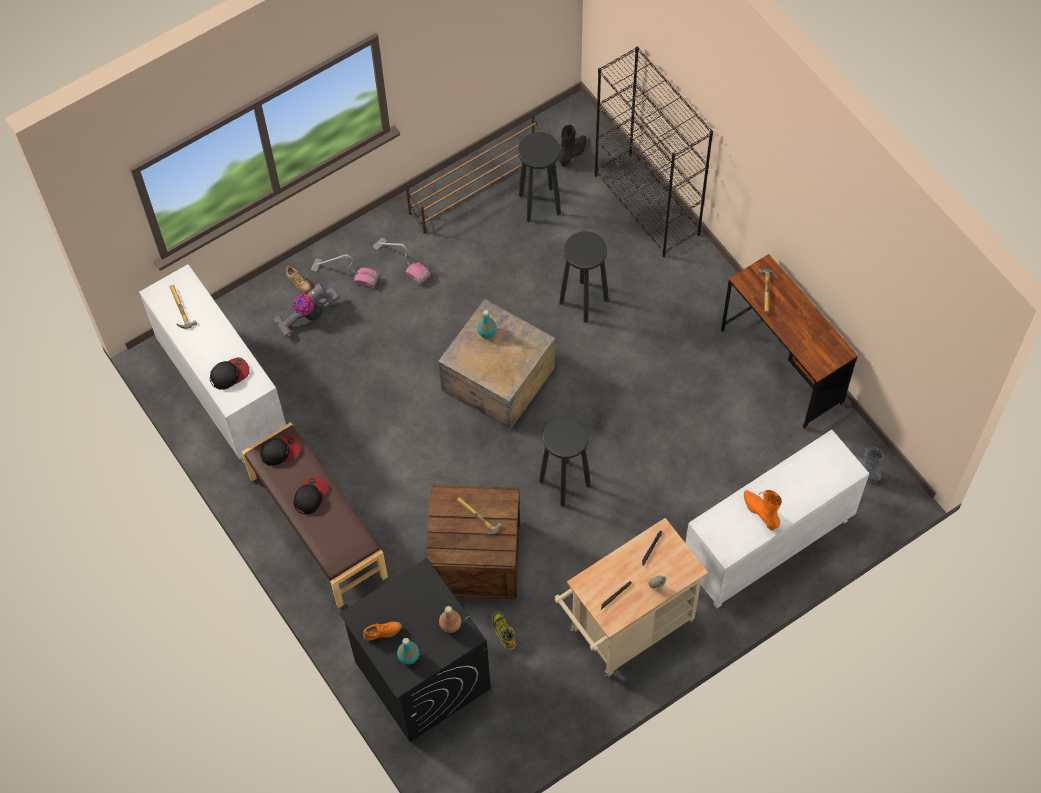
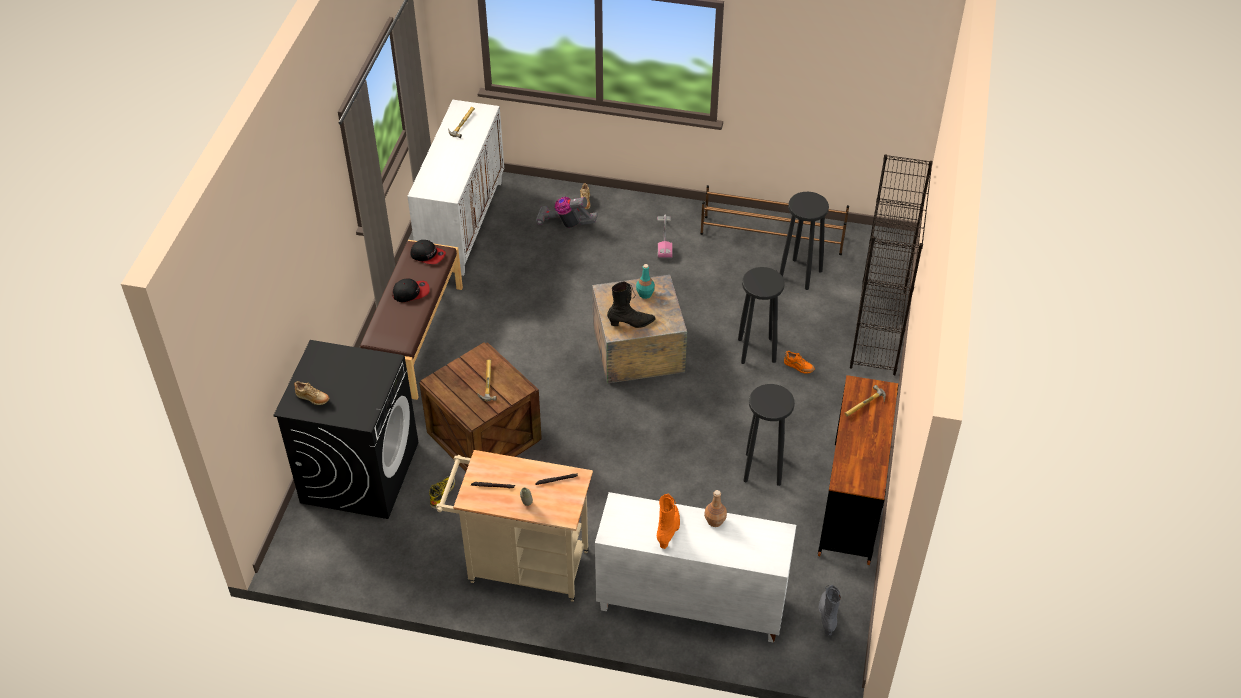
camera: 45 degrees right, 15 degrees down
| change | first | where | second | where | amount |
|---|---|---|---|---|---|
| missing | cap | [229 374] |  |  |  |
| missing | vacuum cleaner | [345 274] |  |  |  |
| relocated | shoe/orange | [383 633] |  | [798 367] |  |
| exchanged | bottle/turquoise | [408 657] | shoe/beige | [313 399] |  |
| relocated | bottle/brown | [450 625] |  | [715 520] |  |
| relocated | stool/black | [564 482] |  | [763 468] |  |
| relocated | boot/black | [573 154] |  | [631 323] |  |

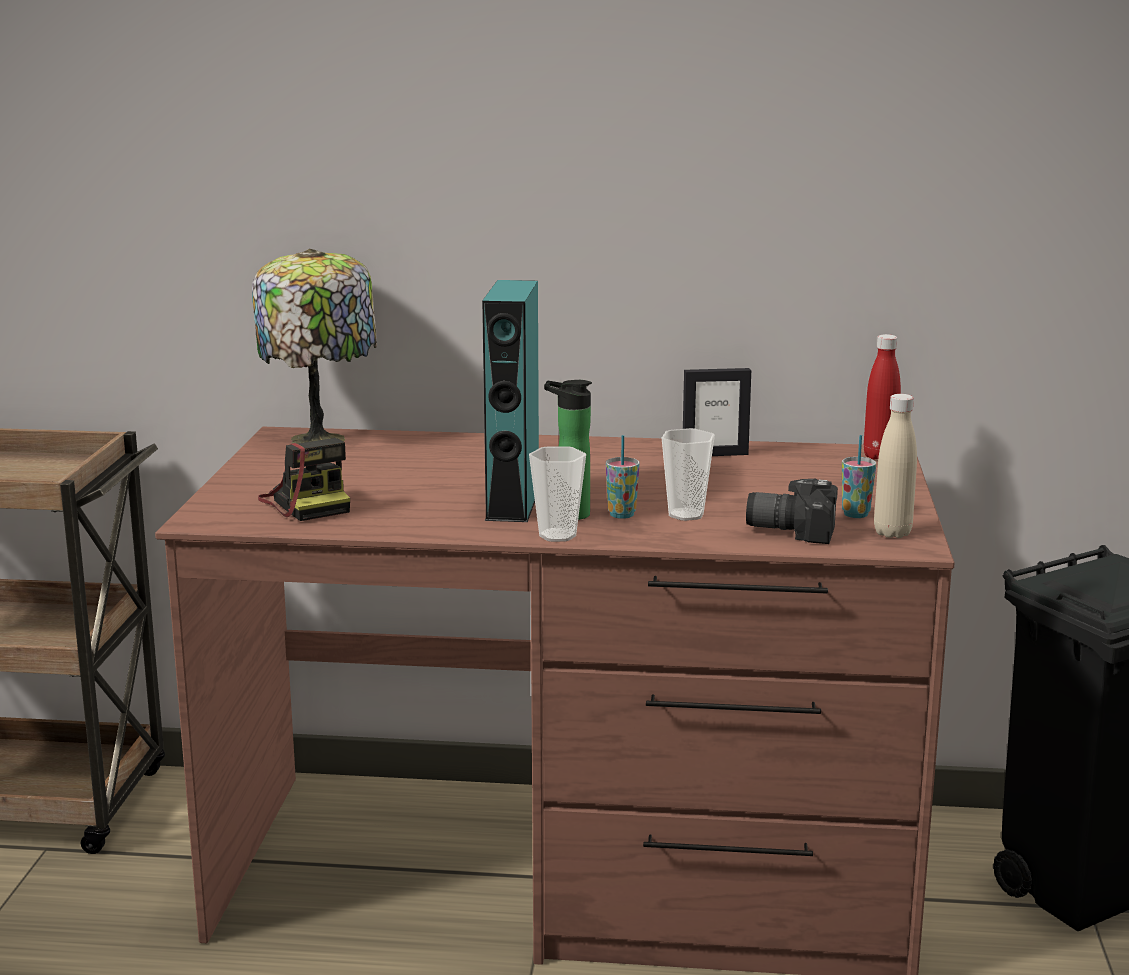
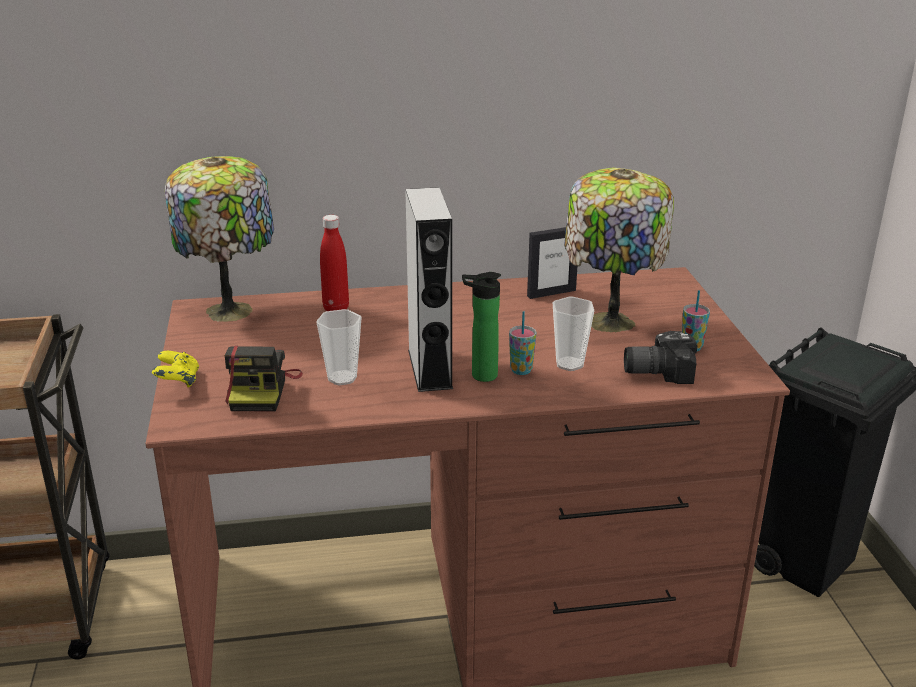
camera: 15 degrees left, 10 degrees up
| change | first | where | second | where | amount |
|---|---|---|---|---|---|
| spun | photo camera | [308 504] |  | [262 390] | 45 degrees clockwise |
| colour | speaker/turquoise | [513 504] | speaker/grey | [429 368] |  |
| relocated | cup | [557 535] |  | [342 378] |  |
| relocated | bottle/red | [879 456] |  | [336 309] |  |
| missing | bottle/beige | [892 533] |  |  |  |
| appeared |  |  | game controller/yellow | [178 383] |  |
| appeared |  |  | table lamp | [608 323] |  |

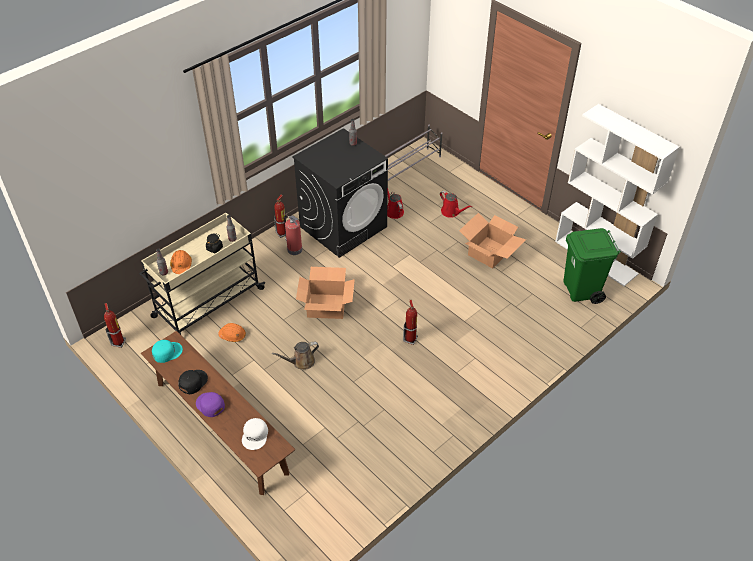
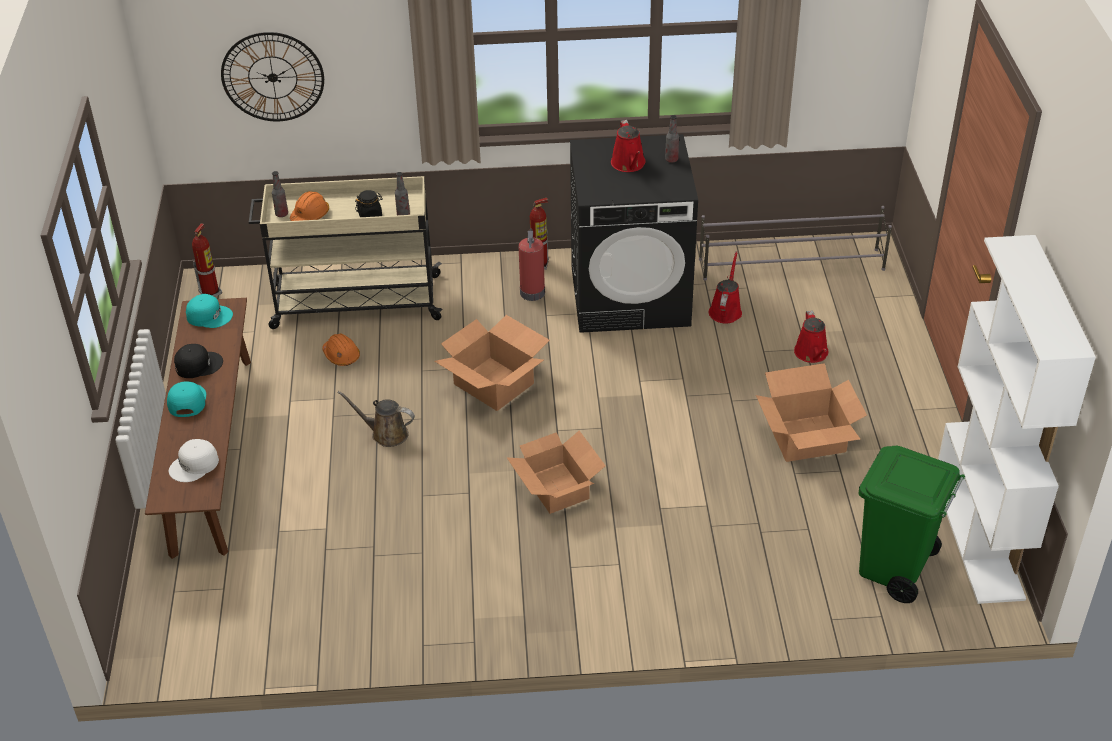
camera: 40 degrees right, 5 degrees down
| change | first | where | second | where | amount |
|---|---|---|---|---|---|
| colour | cap/purple | [210 405] | cap/turquoise | [186 401] |  |
| exchanged | fire extinguisher | [410 339] | cardboard box | [557 487] |  |
| appeared |  |  | wall clock | [272 77] |  |
| appeared |  |  | watering can/red | [629 164] |  |

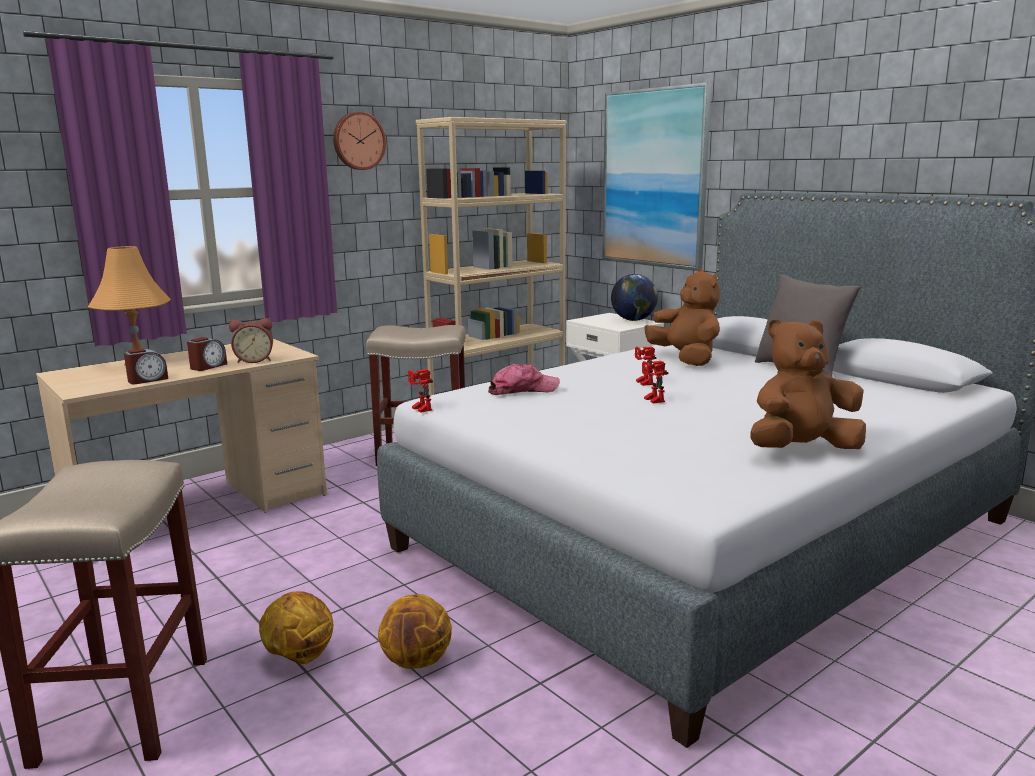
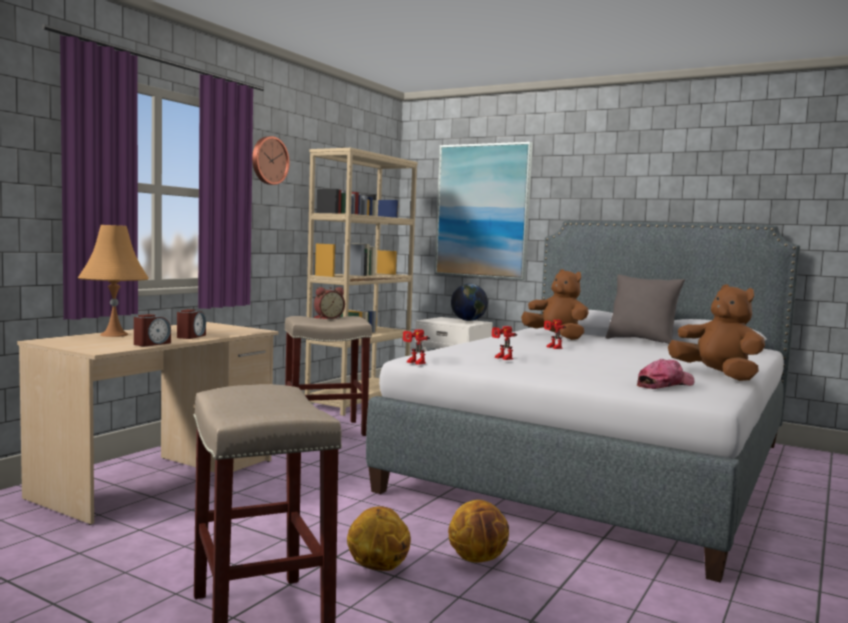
camera: 20 degrees left, 10 degrees down
| change | first | where | second | where | amount |
|---|---|---|---|---|---|
| relocated | alarm clock | [254 360] |  | [328 318] |  |
| relocated | cap | [523 390] |  | [665 384] |  |
| relocated | toy robot | [651 400] |  | [501 358] |  |
| spun | plush toy/brown | [801 450] |  | [717 375] | 90 degrees clockwise |

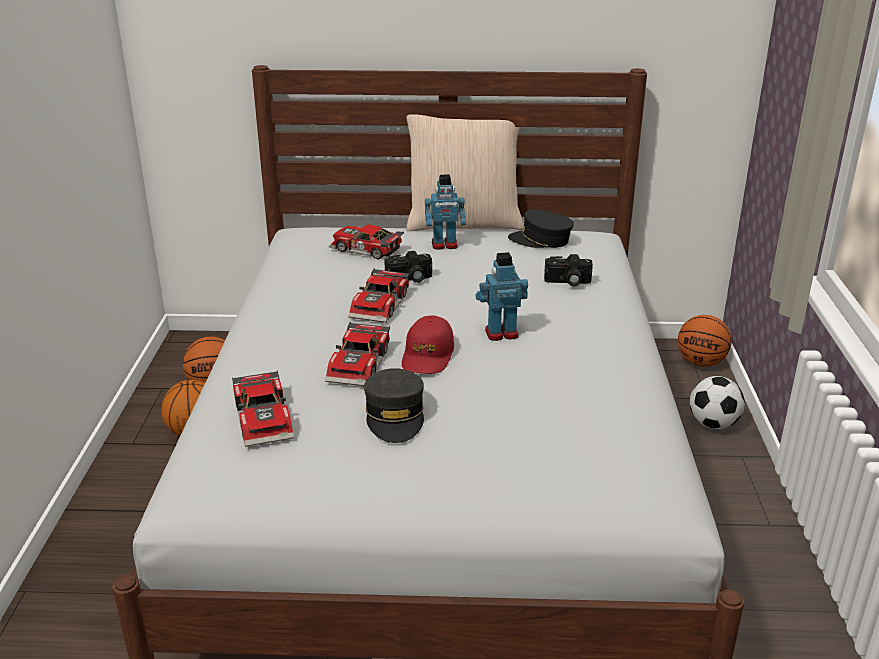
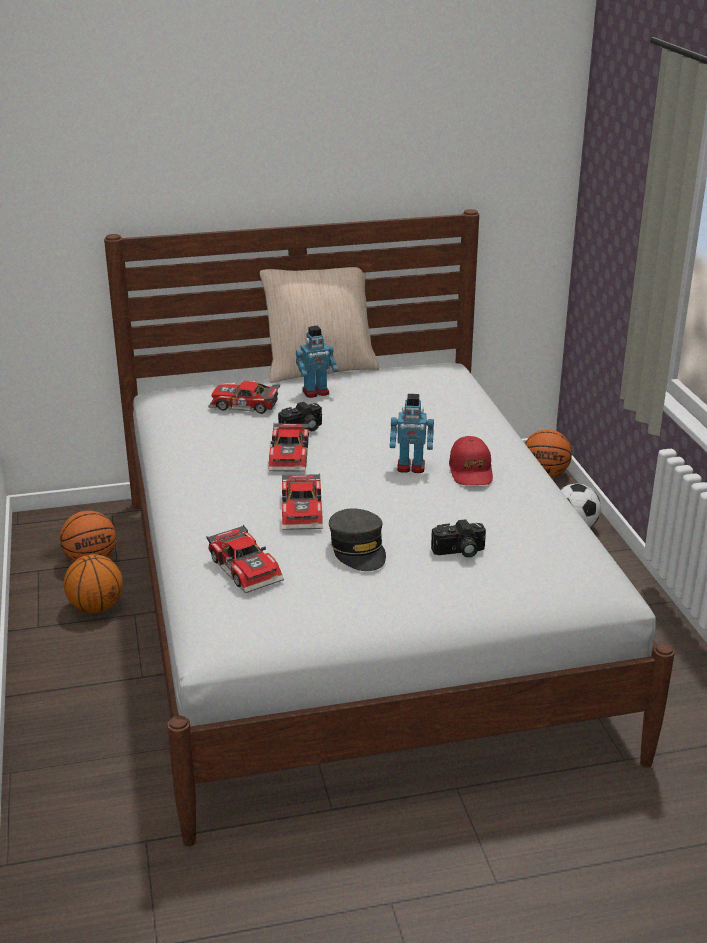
camera: 15 degrees left, 0 degrees up
| change | first | where | second | where | amount |
|---|---|---|---|---|---|
| relocated | cap/red | [428 355] |  | [471 471] |  |
| spun | toy robot | [501 333] |  | [411 467] | 150 degrees counterclockwise |
| missing | cap/black | [541 240] |  |  |  |
| relocated | photo camera | [567 282] |  | [459 552] |  |

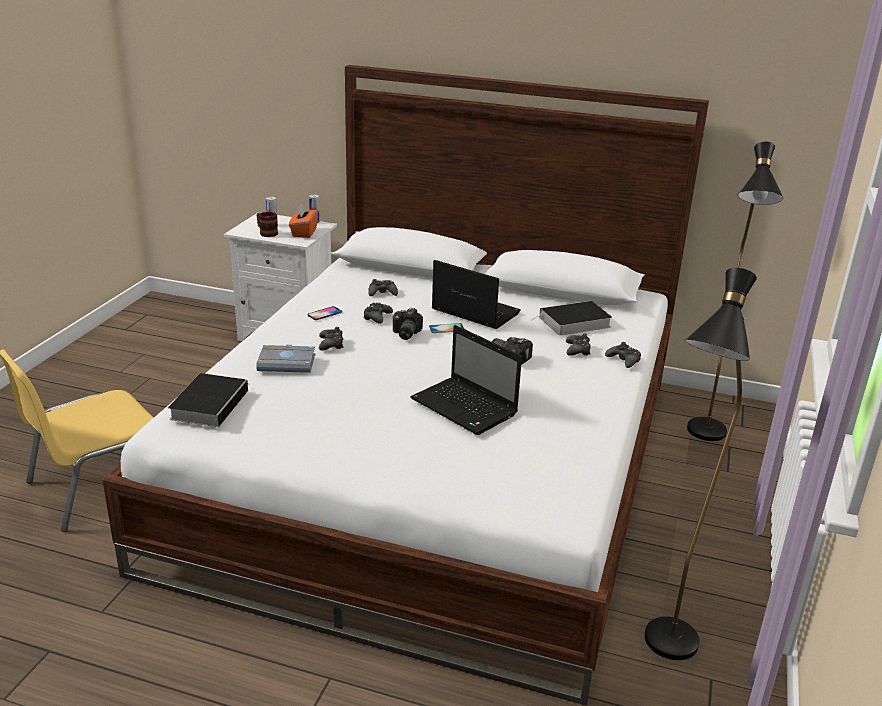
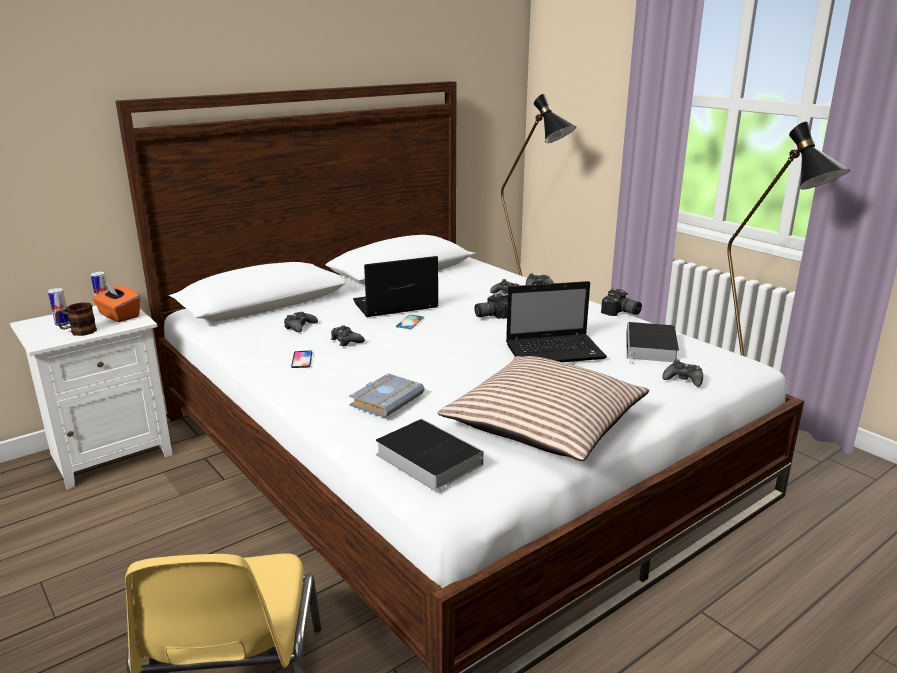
camera: 55 degrees left, 5 degrees down
| change | first | where | second | where | amount |
|---|---|---|---|---|---|
| relocated | game controller/black | [331 344] |  | [683 379] |  |
| relocated | photo camera | [404 333] |  | [620 313] |  |
| relocated | book | [573 323] |  | [651 348] |  |
| appeared |  |  | pillow | [544 424] |  |

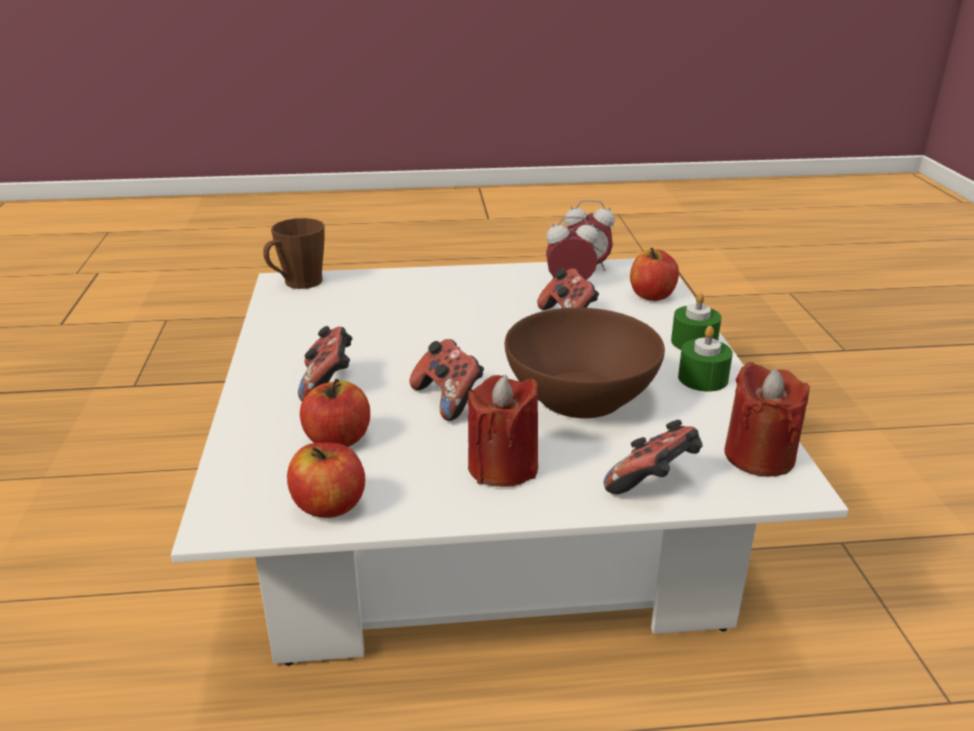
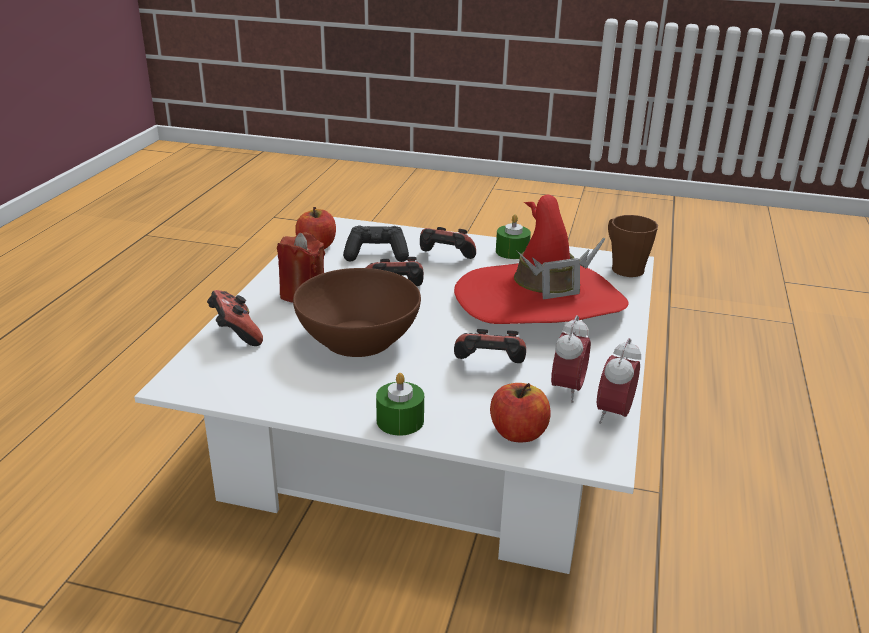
camera: 110 degrees right, 0 degrees up
| change | first | where | second | where | amount |
|---|---|---|---|---|---|
| exchanged | apple | [338 439] | game controller/black | [376 255] |  |
| relocated | candle/green | [703 378] |  | [512 251] |  |
| missing | candle/red | [759 456] |  |  |  |
| appeared |  |  | hat/red | [539 302] |  |

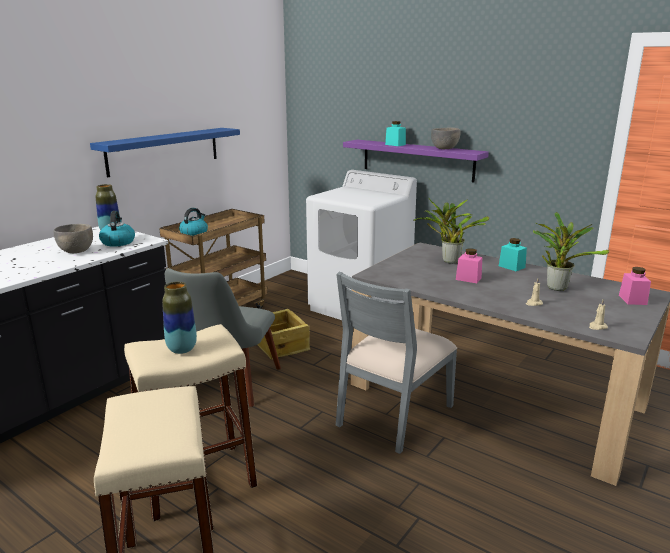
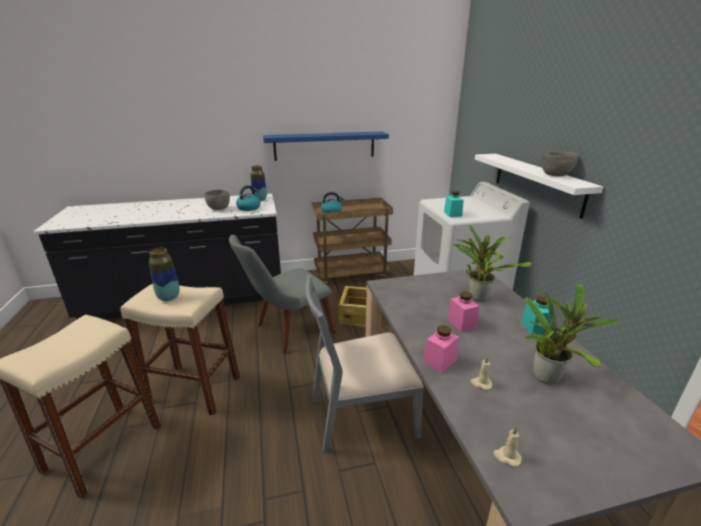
camera: 40 degrees right, 5 degrees up
| change | first | where | second | where | amount |
|---|---|---|---|---|---|
| colour | shelf/purple | [417 160] | shelf/white | [536 182] |  |
| relocated | jar/turquoise | [395 144] |  | [452 214] |  |
| relocated | jar/pink | [632 300] |  | [440 361] |  |

